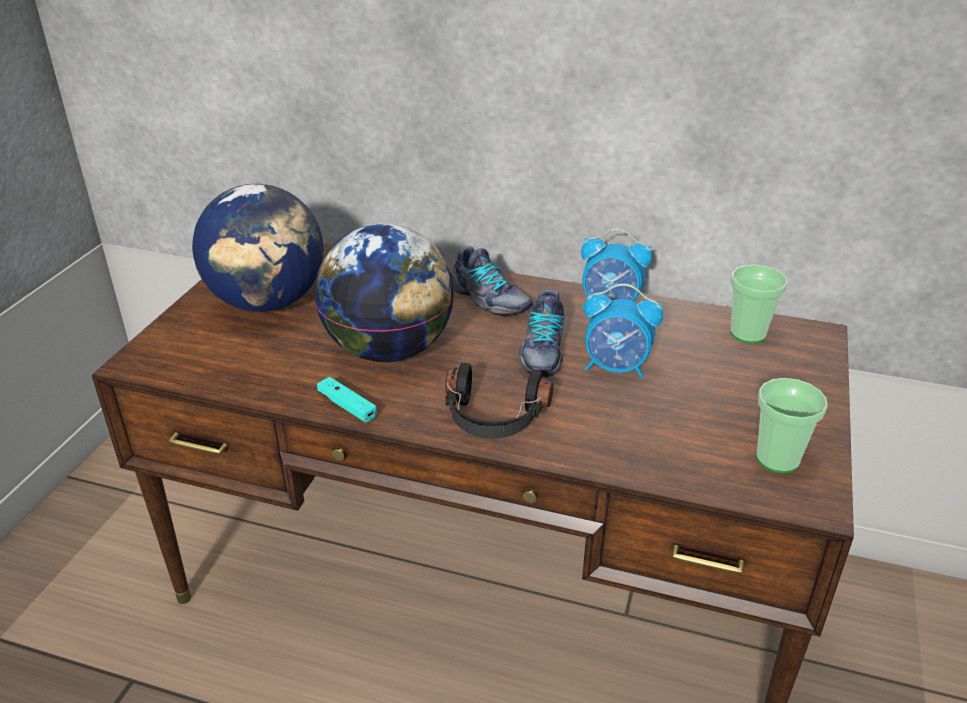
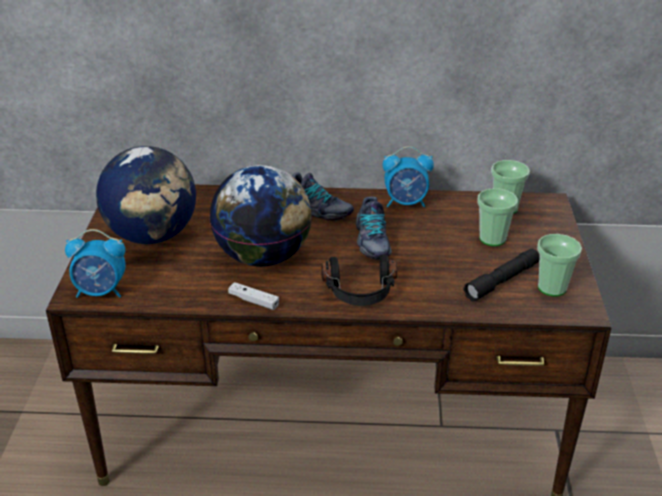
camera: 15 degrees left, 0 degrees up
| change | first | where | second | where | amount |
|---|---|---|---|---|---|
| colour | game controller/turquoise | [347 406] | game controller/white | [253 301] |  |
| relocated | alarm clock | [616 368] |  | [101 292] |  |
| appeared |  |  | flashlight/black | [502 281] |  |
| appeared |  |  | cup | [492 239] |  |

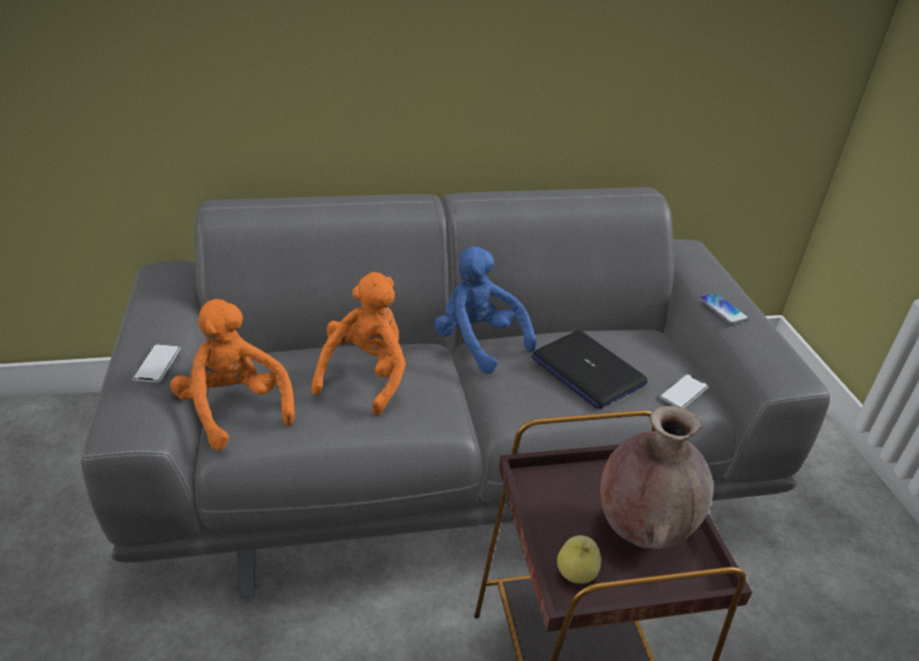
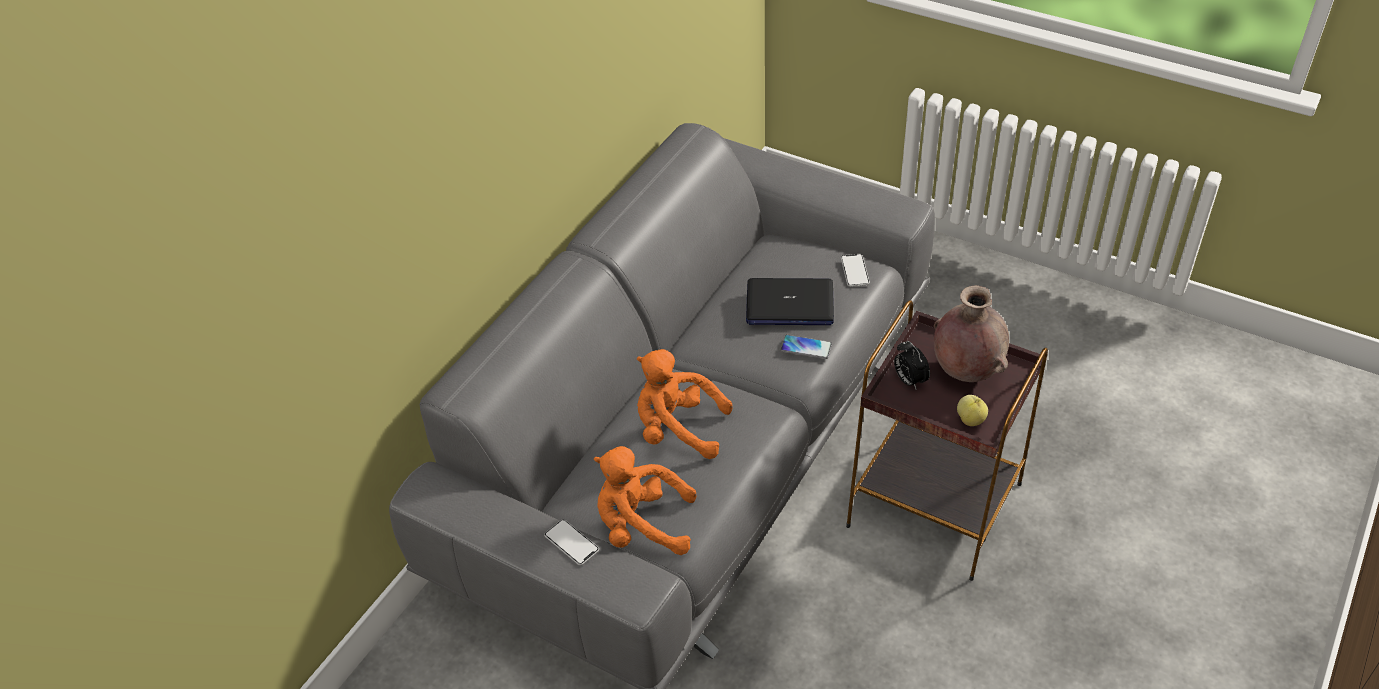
camera: 45 degrees left, 10 degrees up
| change | first | where | second | where | amount |
|---|---|---|---|---|---|
| spun | plush toy/orange | [366 375] |  | [677 429] | 45 degrees counterclockwise |
| missing | plush toy/blue | [478 343] |  |  |  |
| relocated | phone | [723 309] |  | [806 347] |  |
| appeared |  |  | alarm clock | [909 380] |  |

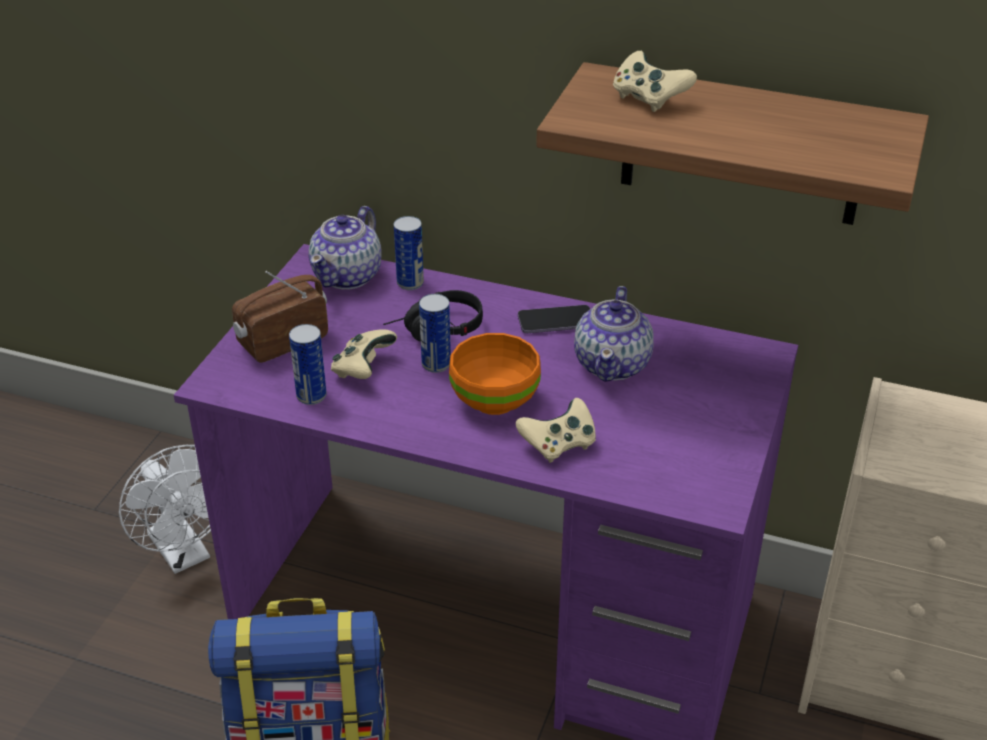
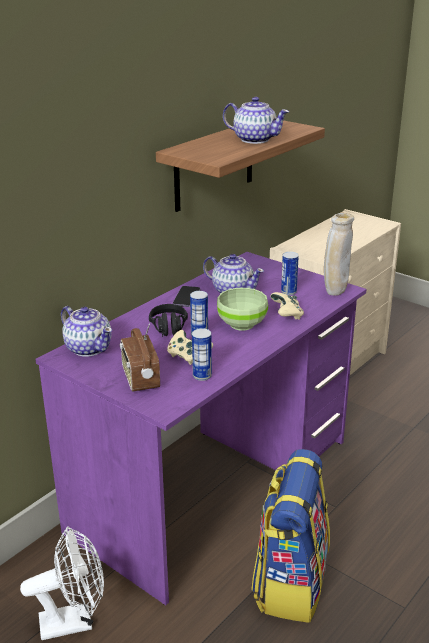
camera: 70 degrees left, 10 degrees down
| change | first | where | second | where | amount |
|---|---|---|---|---|---|
| relocated | can | [410 283] |  | [288 292] |  |
| colour | bowl/orange | [495 399] | bowl/green | [241 324] |  |
| missing | game controller/beige | [649 98] |  |  |  |
| appeared |  |  | teapot | [254 139] |  |
| appeared |  |  | vase/beige | [335 292] |  |

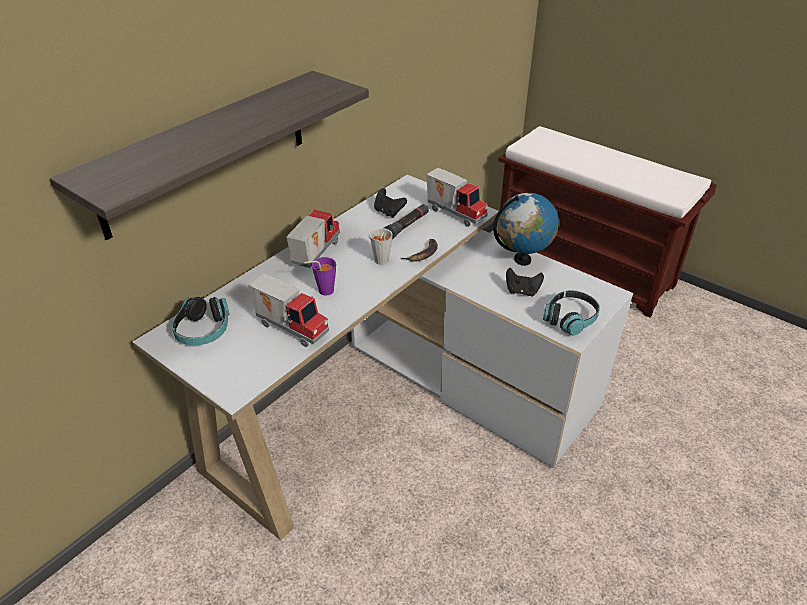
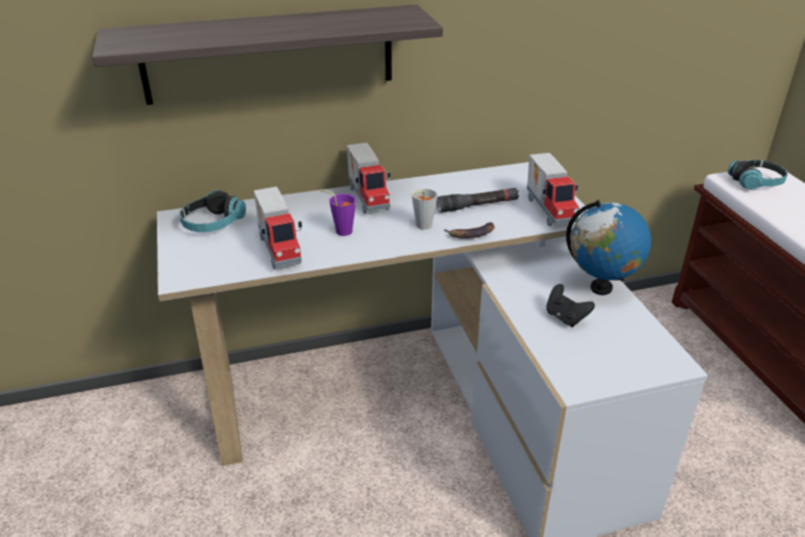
camera: 35 degrees right, 5 degrees down
| change | first | where | second | where | amount |
|---|---|---|---|---|---|
| spun | toy truck | [314 254] |  | [370 198] | 105 degrees clockwise |
| missing | game controller/black | [388 212] |  |  |  |
| relocated | headphones | [570 319] |  | [756 182] |  |

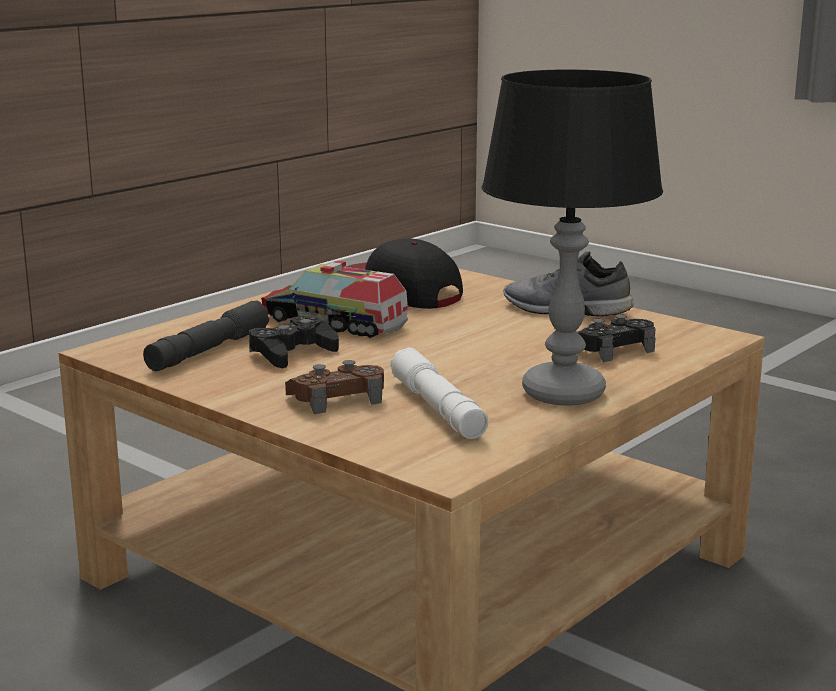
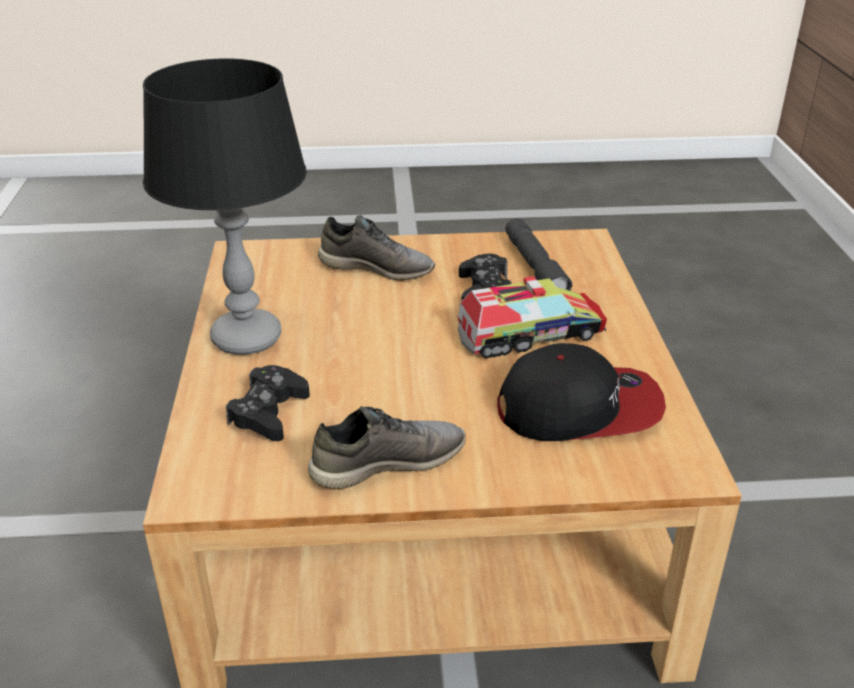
camera: 135 degrees right, 15 degrees up
| change | first | where | second | where | amount |
|---|---|---|---|---|---|
| exchanged | game controller/brown | [337 399] | shoe/grey | [377 268] |  |
| missing | flashlight/white | [438 409] |  |  |  |

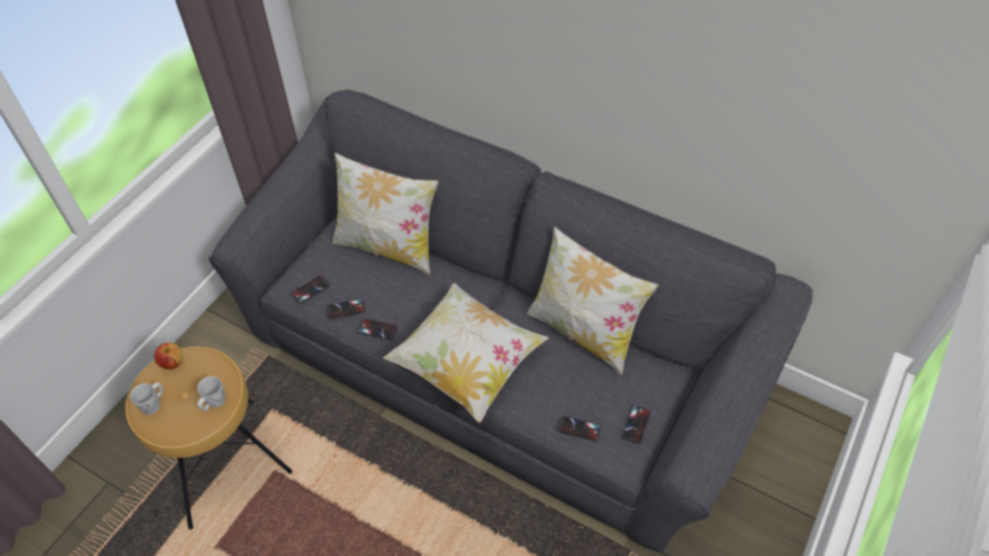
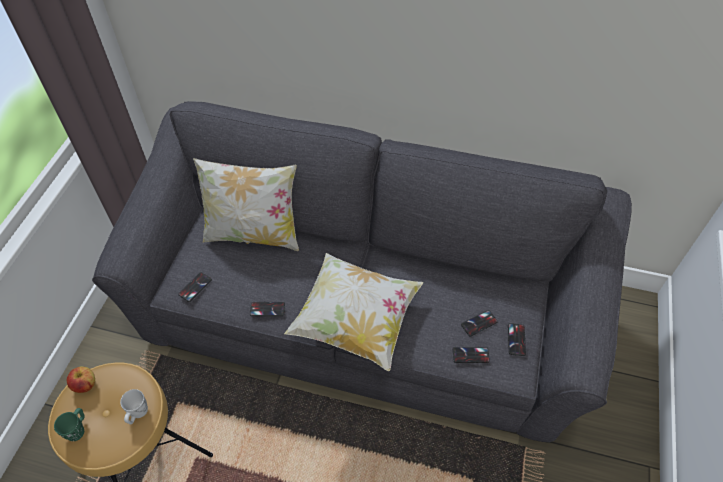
camera: 15 degrees left, 0 degrees up
| change | first | where | second | where | amount |
|---|---|---|---|---|---|
| colour | mug/white | [154 404] | mug/green | [78 429] |  |
| relocated | phone | [346 309] |  | [479 323] |  |
| missing | pillow | [583 331] |  |  |  |

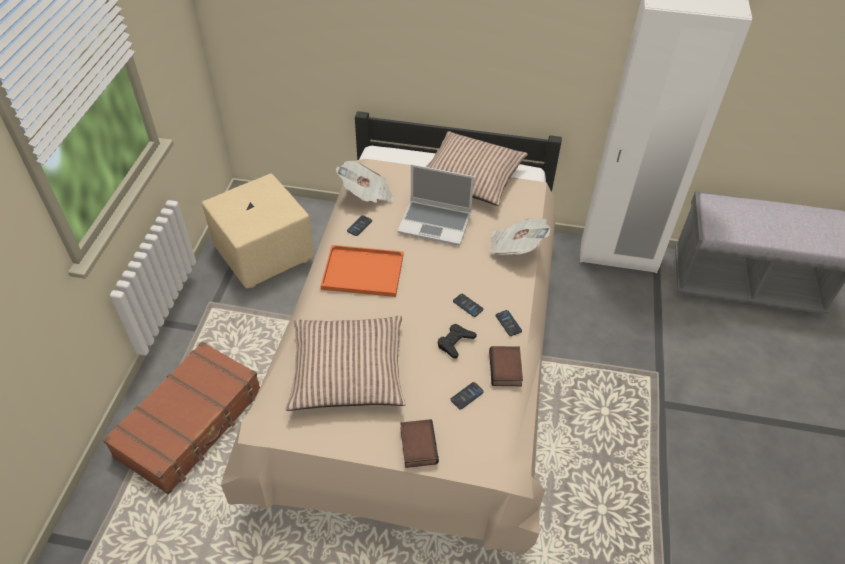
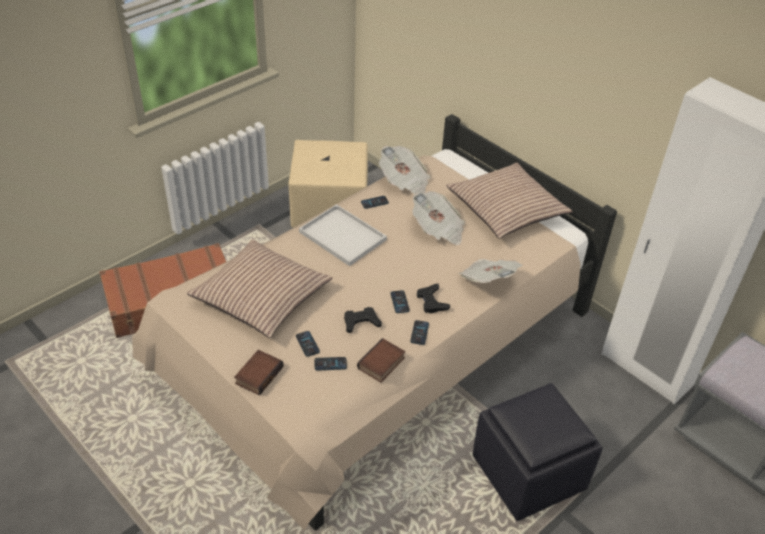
camera: 35 degrees right, 5 degrees down
| change | first | where | second | where | amount |
|---|---|---|---|---|---|
| colour | tray/orange | [361 272] | tray/white | [341 235] |  |
| exchanged | laptop | [436 223] | newspaper | [438 230] |  |
| appeared |  |  | phone | [307 344] |  |
| appeared |  |  | game controller/black | [431 301] |  |
| appeared |  |  | ottoman/black | [530 473] |  |

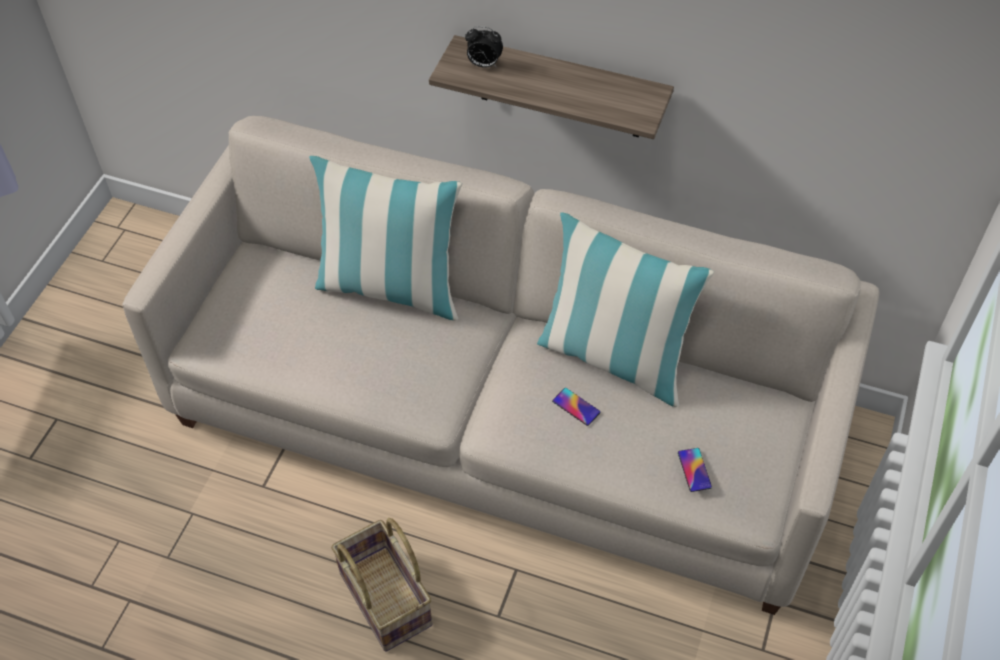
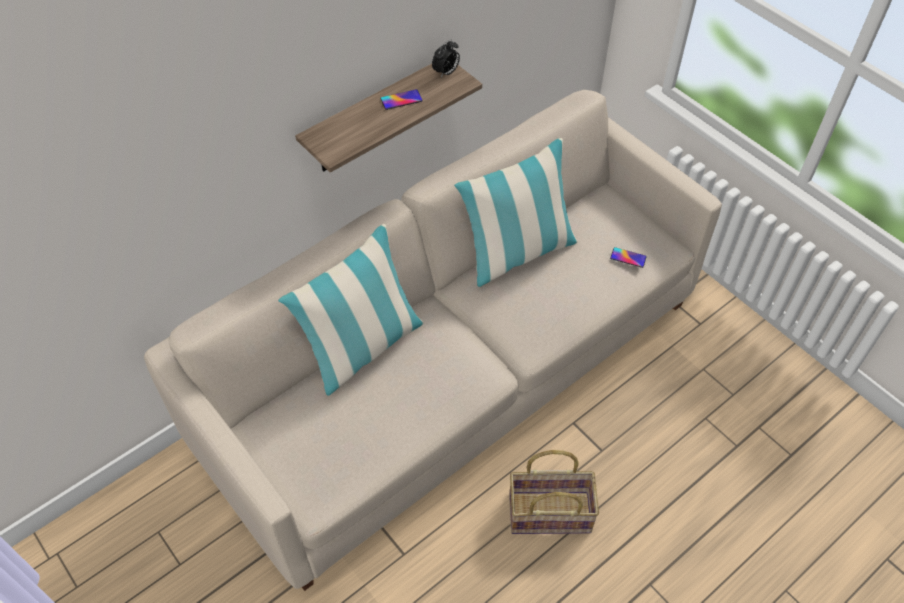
camera: 60 degrees left, 0 degrees up
| change | first | where | second | where | amount |
|---|---|---|---|---|---|
| relocated | alarm clock | [483 64] |  | [446 73] |  |
| relocated | phone | [576 407] |  | [401 100] |  |

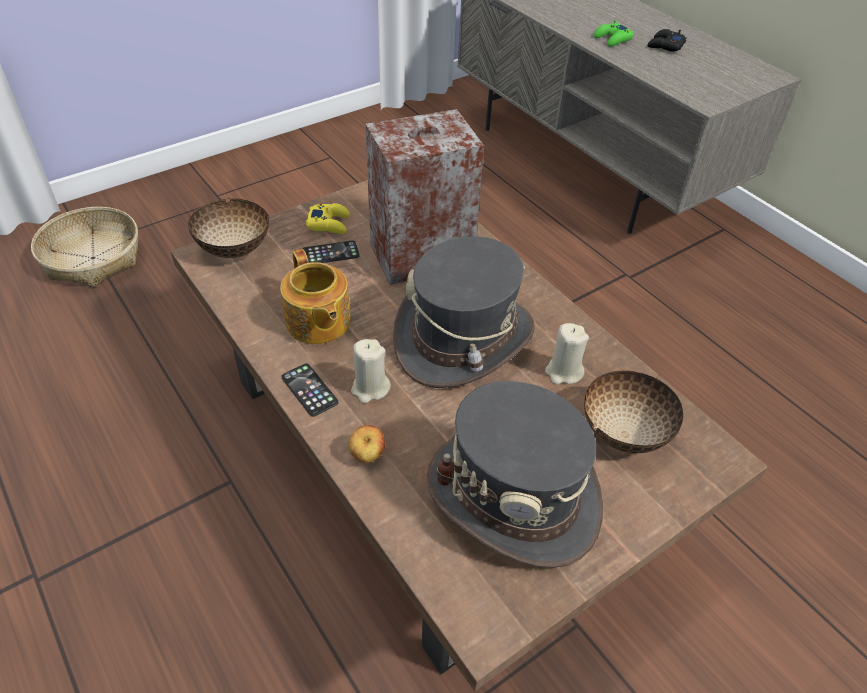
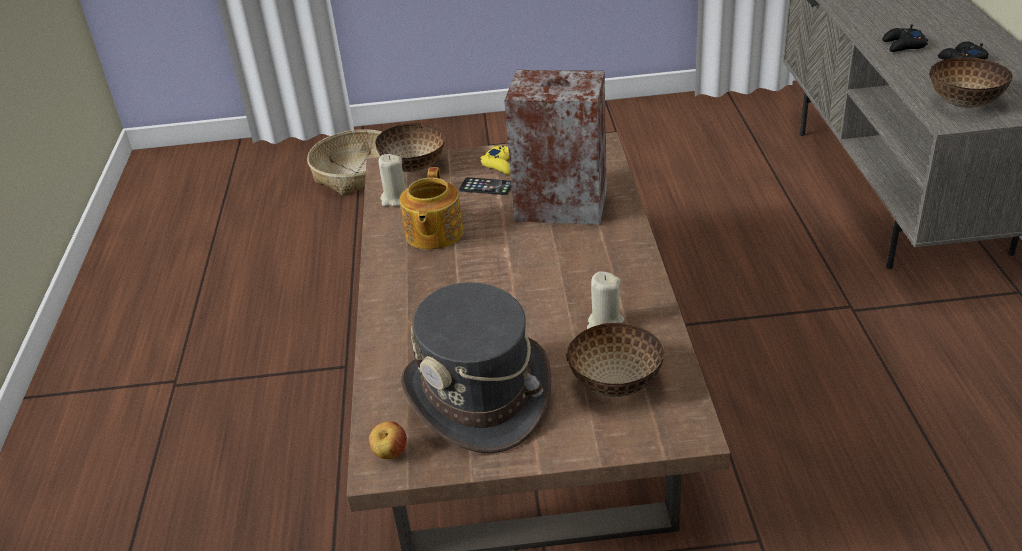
camera: 35 degrees right, 10 degrees down
| change | first | where | second | where | amount |
|---|---|---|---|---|---|
| missing | phone | [309 390] |  |  |  |
| relocated | apple | [367 456] |  | [390 454] |  |
| relocated | candle/beige | [370 388] |  | [395 199] |  |
| missing | hat/grey | [463 338] |  |  |  |
| colour | game controller/green | [612 39] | game controller/black | [903 45] |  |
| appeared |  |  | bowl | [965 103] |  |

